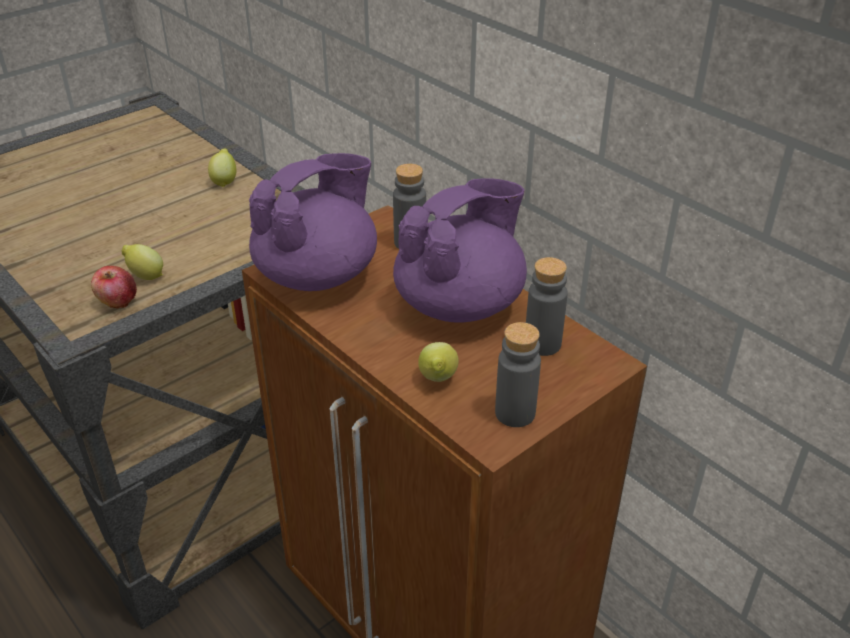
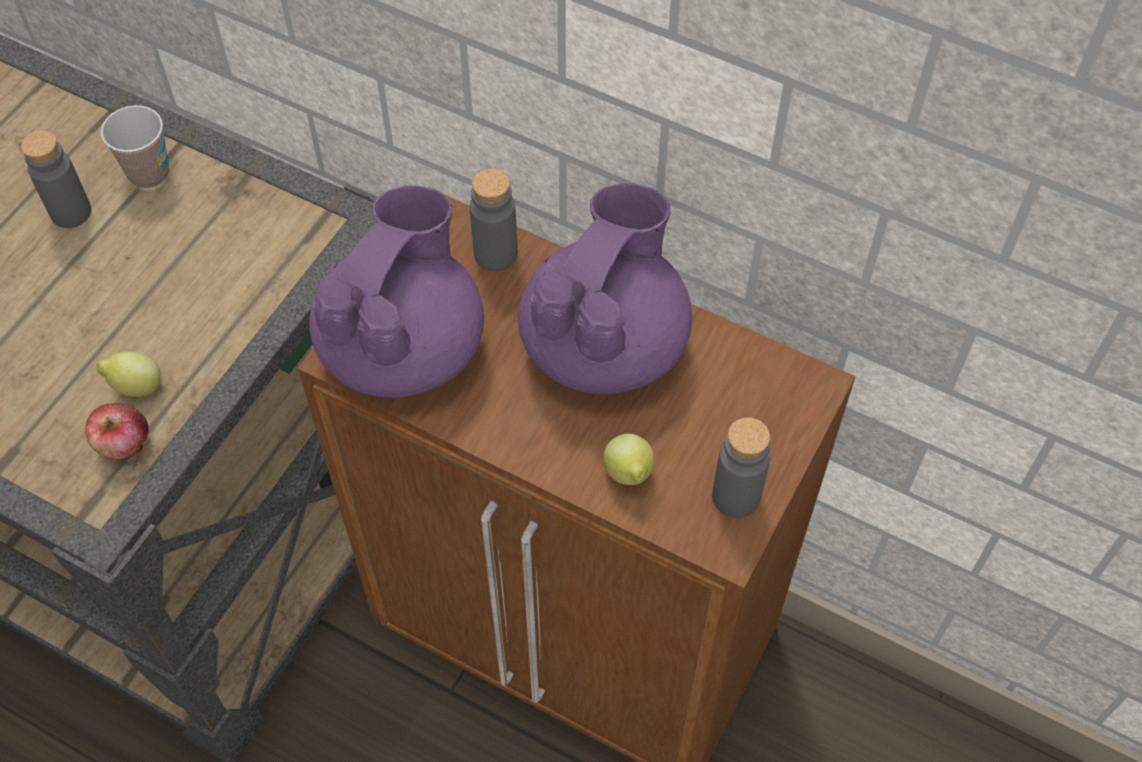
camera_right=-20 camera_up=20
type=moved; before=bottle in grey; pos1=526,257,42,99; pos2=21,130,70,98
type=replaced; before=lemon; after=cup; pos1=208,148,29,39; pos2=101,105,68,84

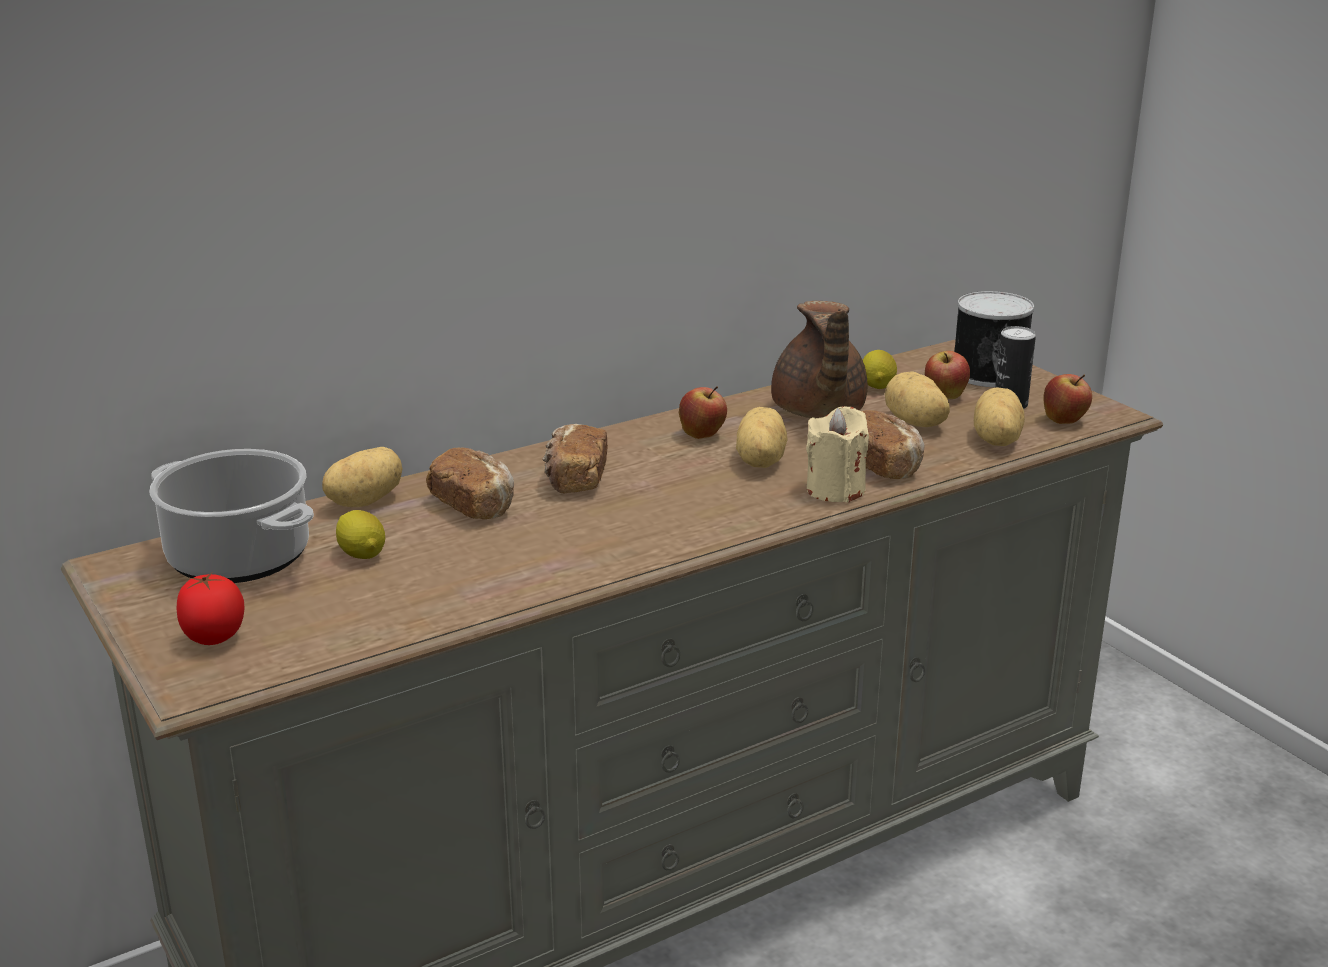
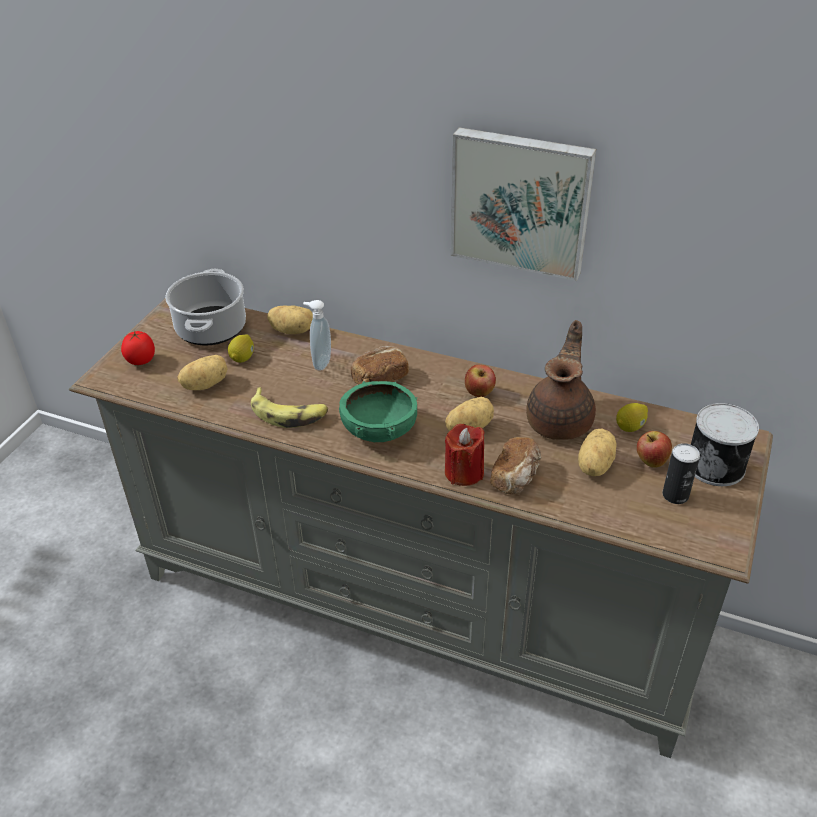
camera_right=55 camera_up=15
type=removed; before=apple; pos1=1043,374,49,50
type=added; after=banana; pos2=251,387,77,41
type=added; after=bowl in green; pos2=339,381,78,61
type=added; after=picture; pos2=451,127,145,154
type=moved; before=potato; pos1=974,387,51,59; pos2=177,355,51,35
type=replaced; before=bread; after=soap dispenser; pos1=426,447,88,72; pos2=303,300,28,71
type=recoloured; before=candle in beige; after=candle in red; pos1=806,406,63,97; pos2=445,424,40,62
type=turned; before=teapot in brown; pos1=771,301,97,118; pos2=526,320,70,120; turn=150

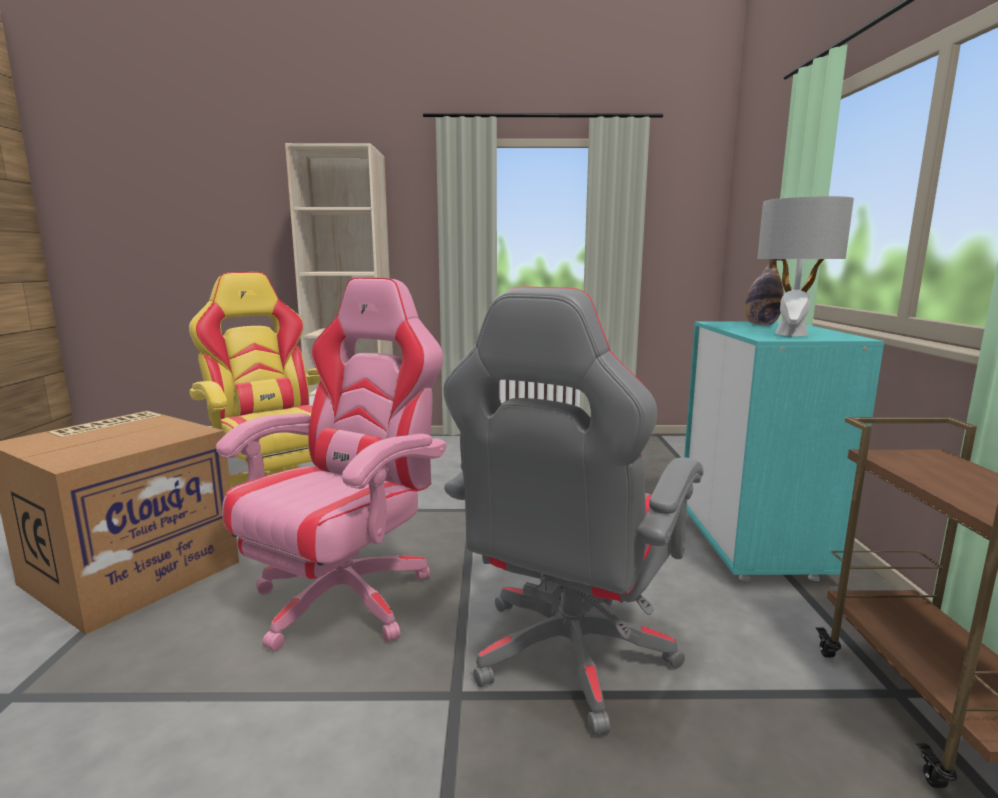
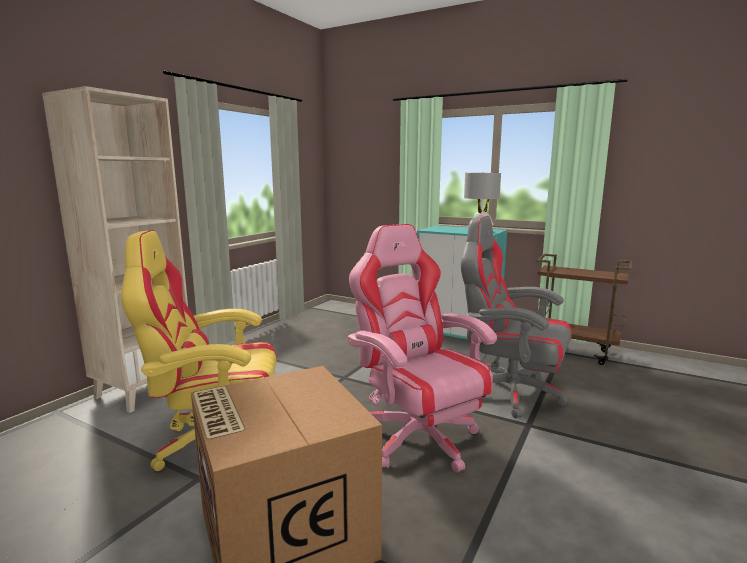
camera_right=-60 camera_up=0
type=removed; before=bottle; pos1=745,259,39,66
type=turned; before=office chair in grey; pos1=444,286,260,449; pos2=461,216,111,202; turn=150

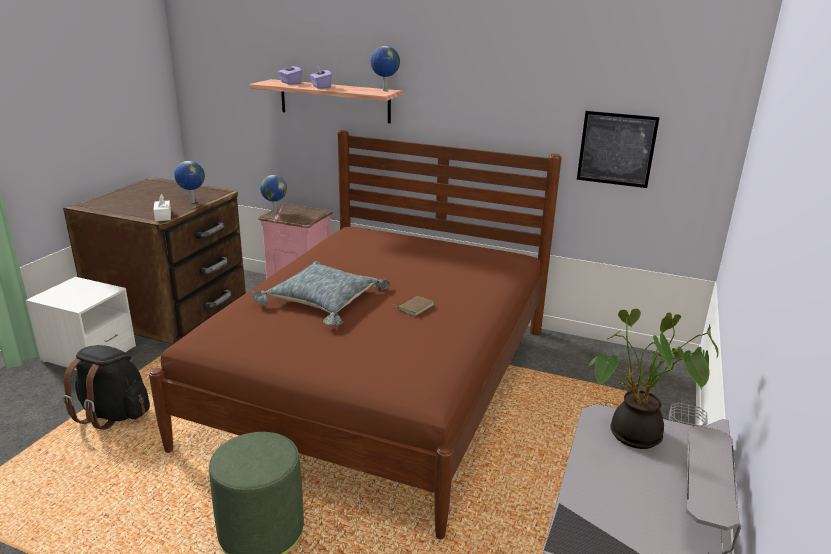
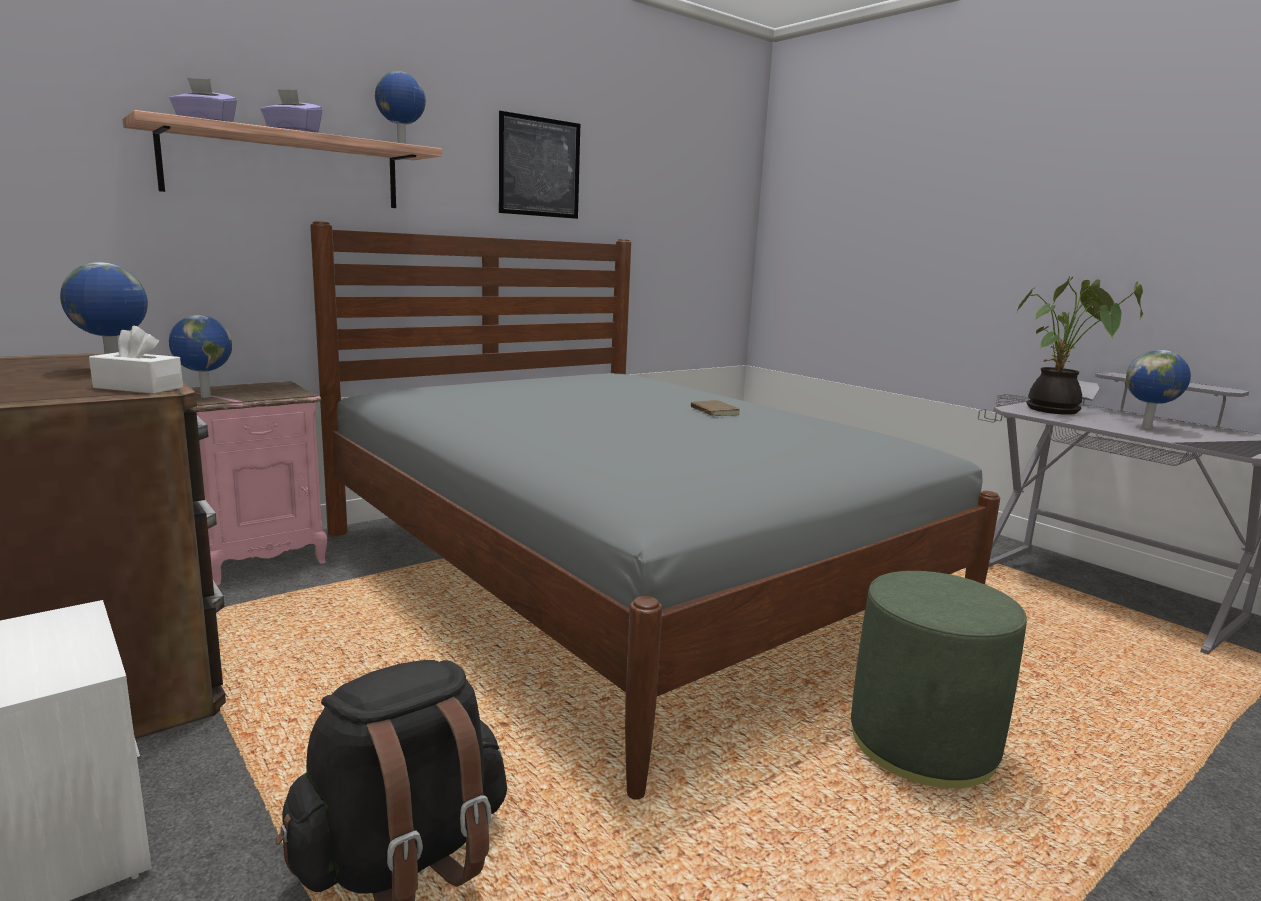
camera_right=-60 camera_up=-10
type=removed; before=pillow; pos1=252,261,137,65
type=added; after=globe; pos2=1126,350,65,79
type=moved; before=picture; pos1=577,111,83,77; pos2=499,111,81,108
type=recoloured; before=bed in brown; after=bed in grey; pos1=149,130,413,409; pos2=310,221,690,579

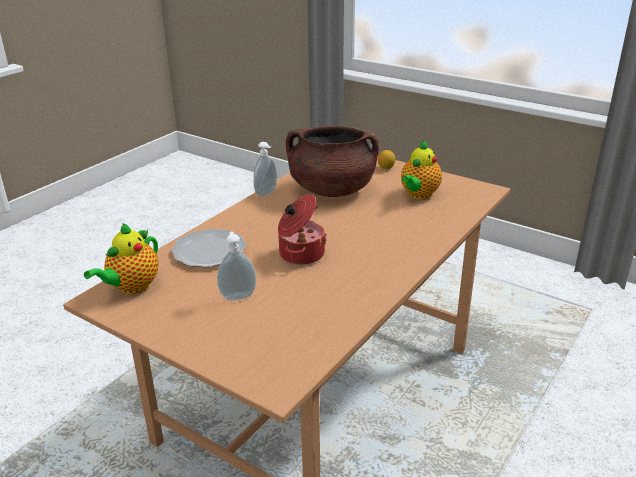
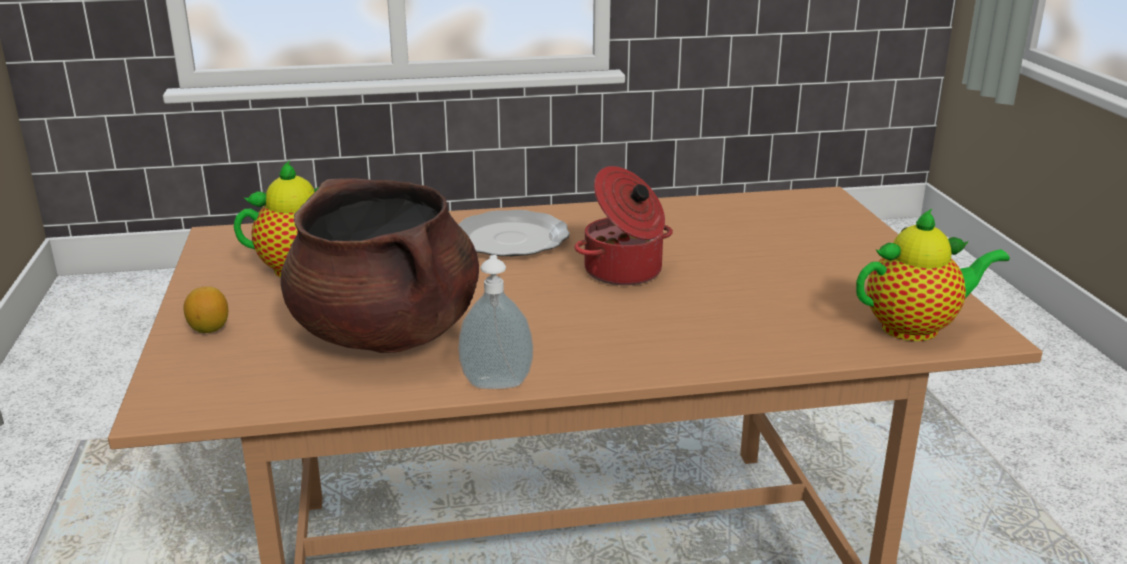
camera_right=-135 camera_up=-5
type=removed; before=soap dispenser; pos1=217,231,39,69
type=moved; before=plate; pos1=171,229,75,39; pos2=458,210,112,46

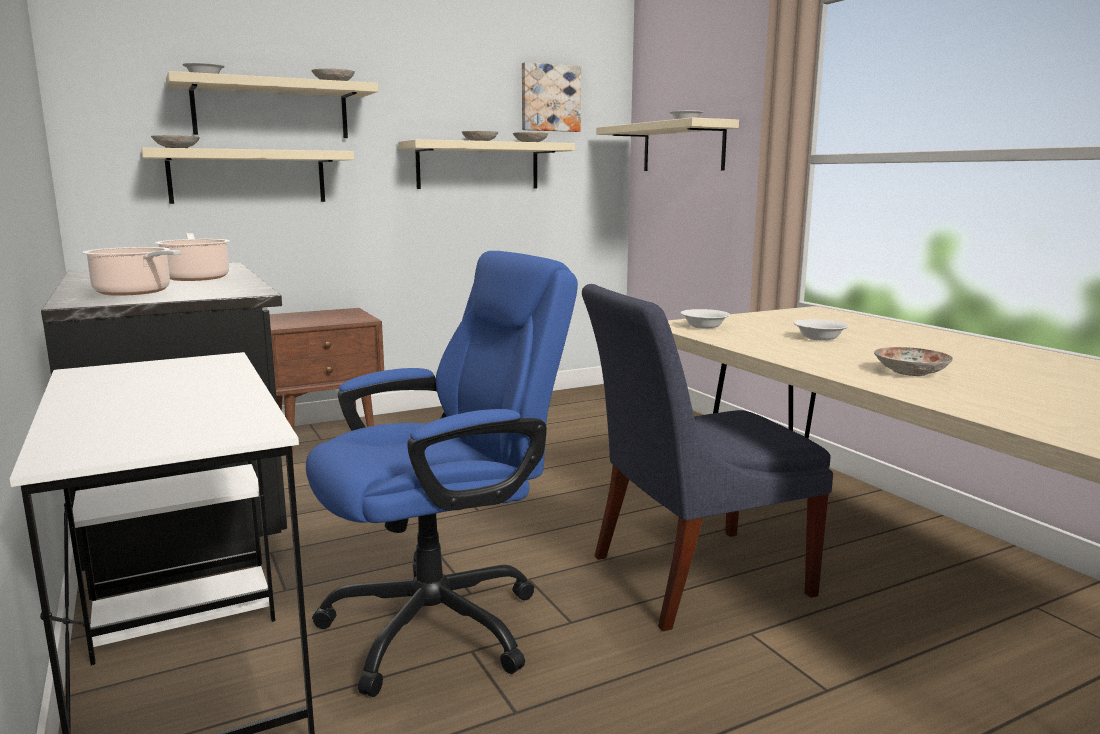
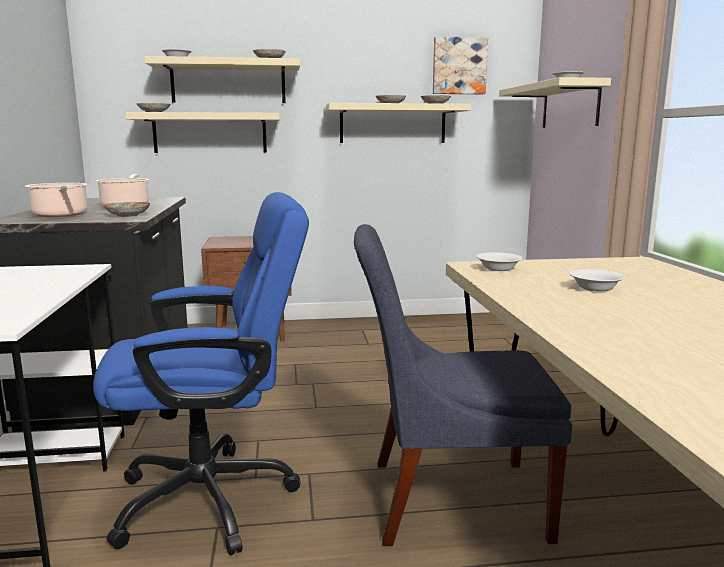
camera_right=20 camera_up=0
type=moved; before=plate; pos1=874,347,79,29; pos2=103,202,47,15

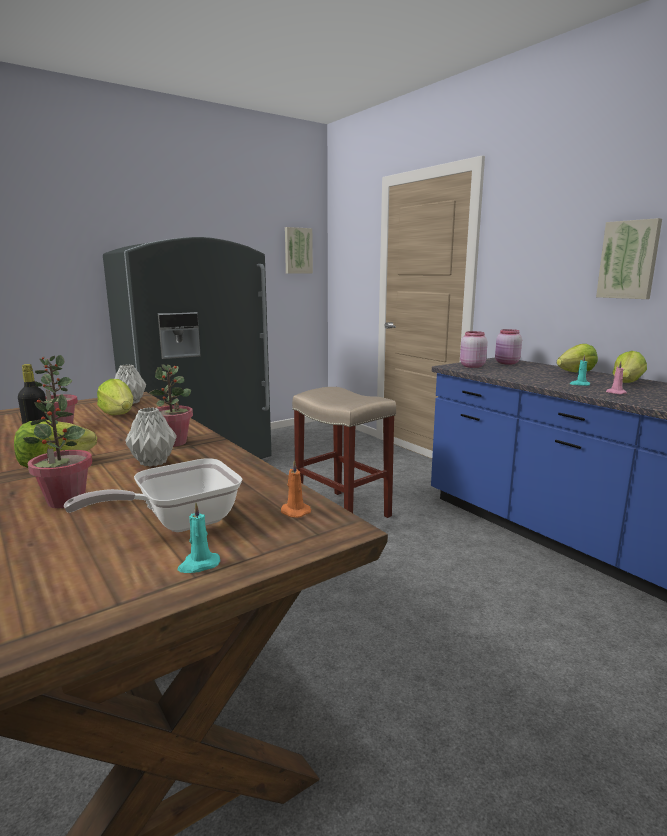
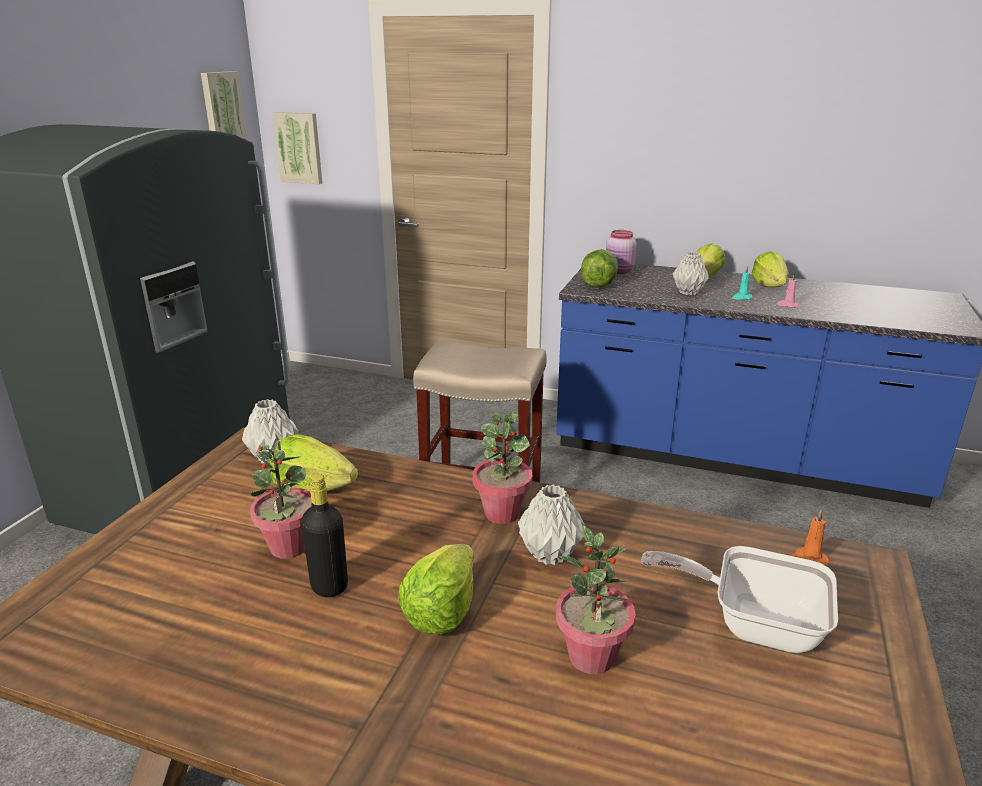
camera_right=-35 camera_up=10
type=removed; before=candle in turquoise; pos1=178,502,42,71
type=added; after=vase in grey; pos2=673,252,36,43
type=moved; before=picture; pos1=596,218,66,81; pos2=273,112,49,72
type=replaced; before=jar in pink; after=lettuce; pos1=460,331,28,37; pos2=581,249,37,38
type=turned; before=frying pan; pos1=64,458,178,74; pos2=641,546,197,107; turn=90

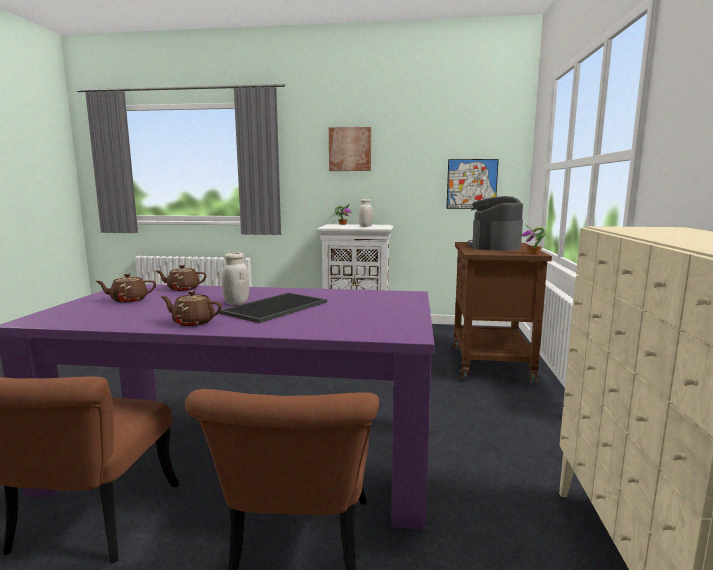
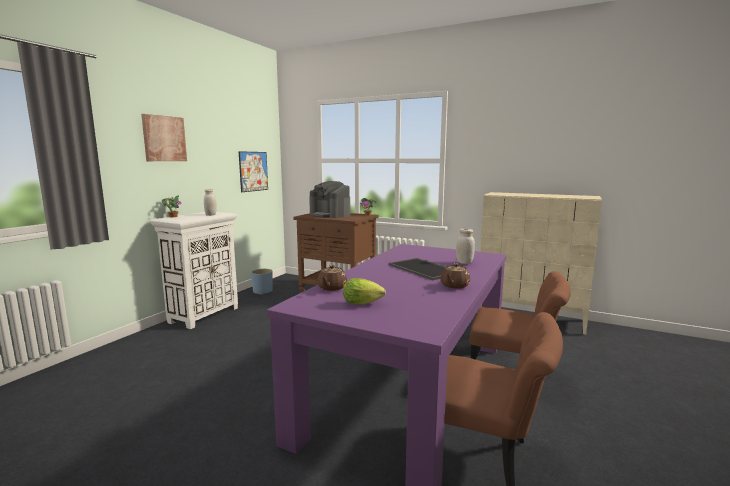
camera_right=-70 camera_up=0
type=added; after=planter in blue; pos2=251,269,22,26
type=moved; before=jar in white; pos1=222,253,27,52; pos2=456,228,19,36
type=replaced; before=teapot in brown; after=lettuce; pos1=96,274,60,29; pos2=343,278,43,27

